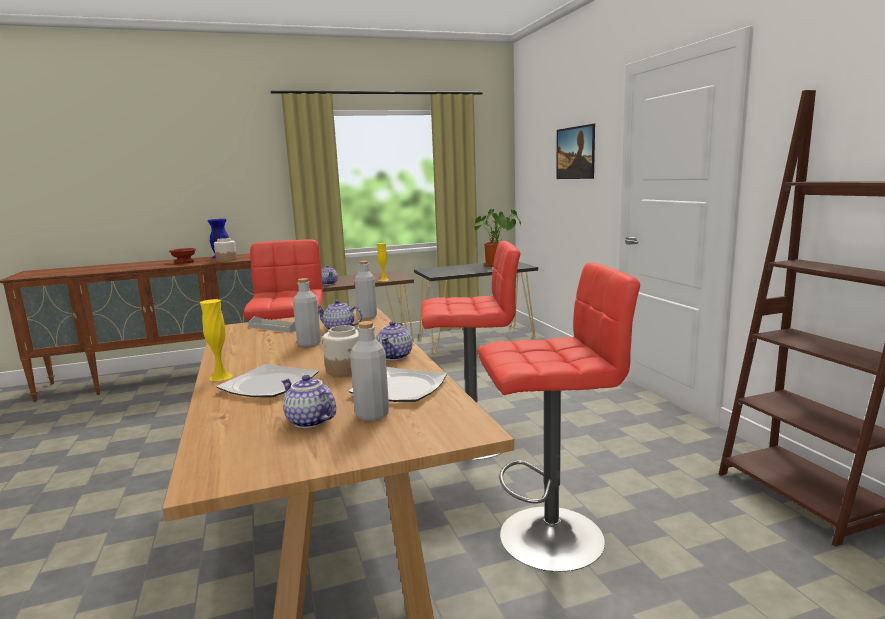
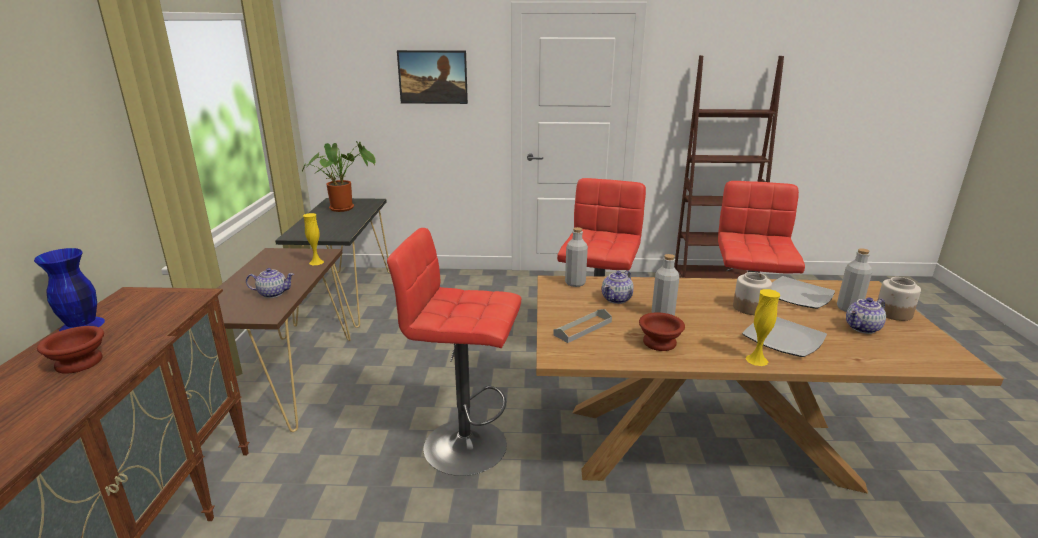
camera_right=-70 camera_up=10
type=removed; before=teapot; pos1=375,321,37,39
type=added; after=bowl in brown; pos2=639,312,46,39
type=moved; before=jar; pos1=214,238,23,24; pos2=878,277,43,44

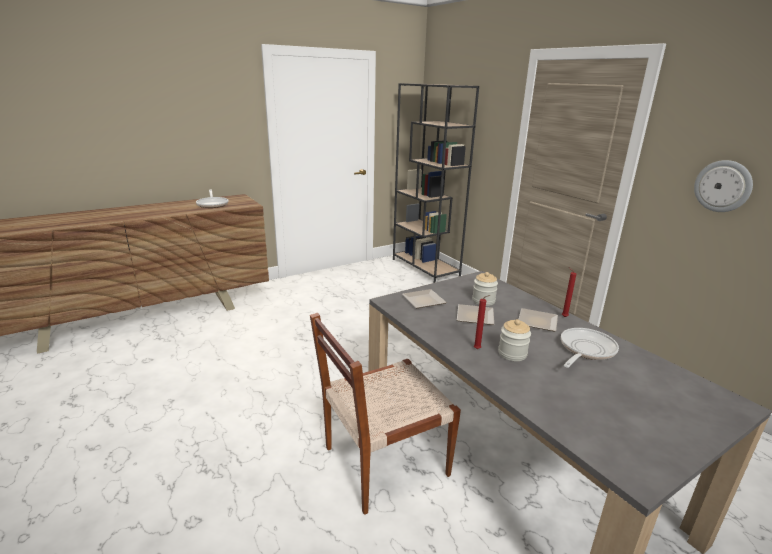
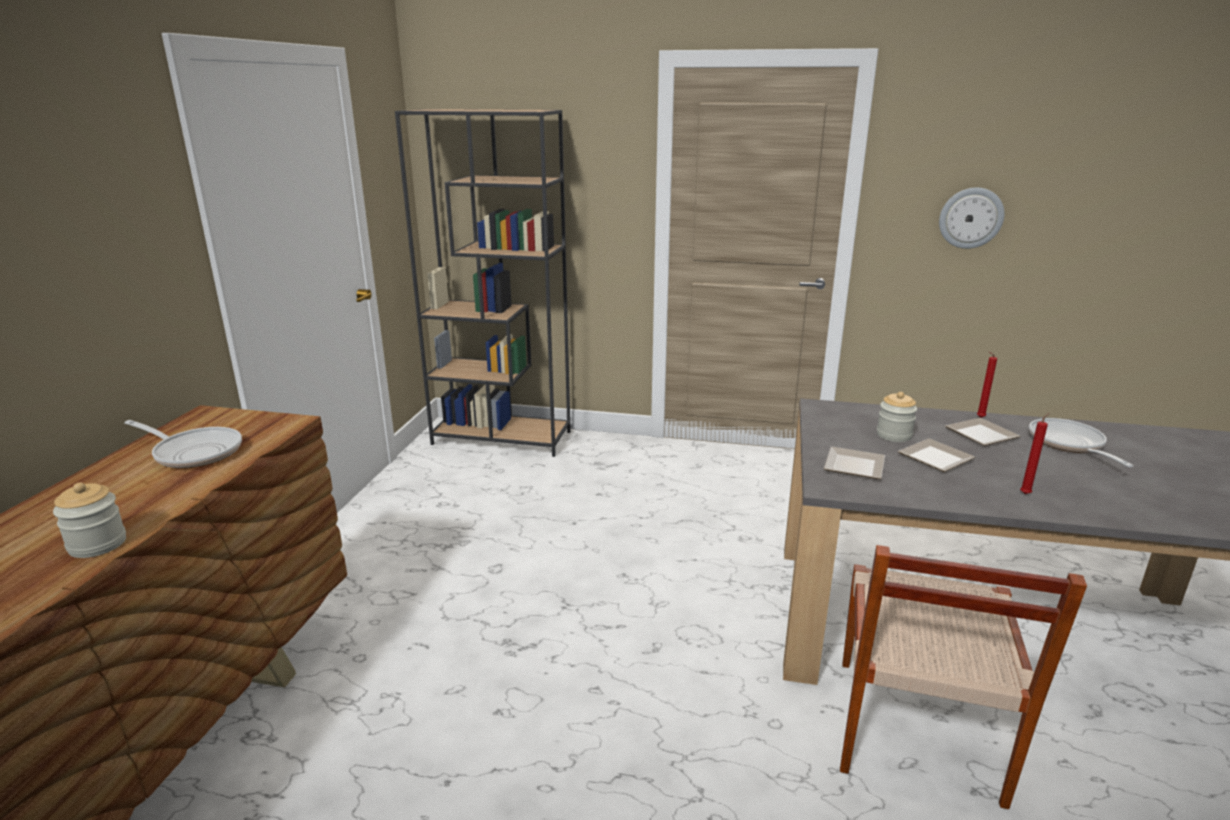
camera_right=-45 camera_up=0
type=moved; before=jar; pos1=498,319,33,42; pos2=53,482,73,76

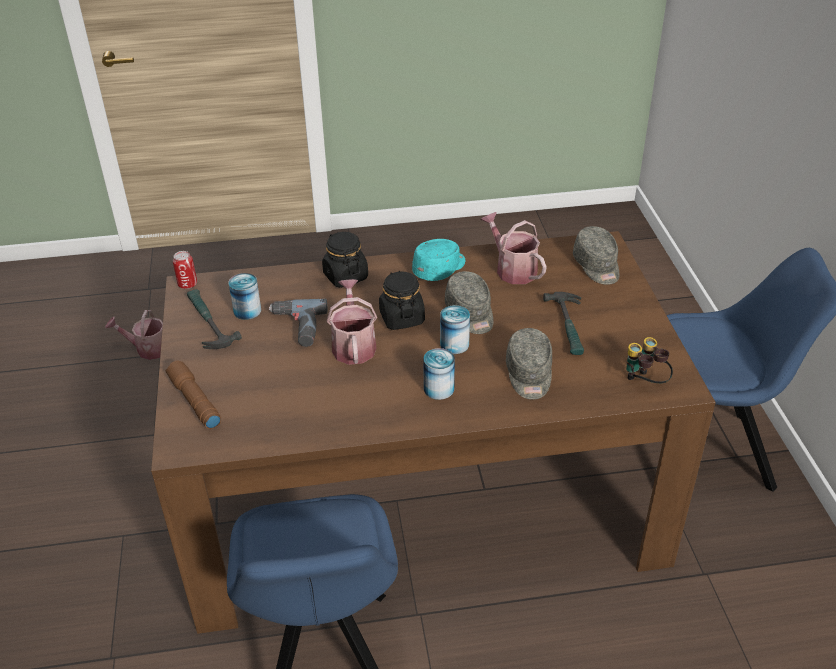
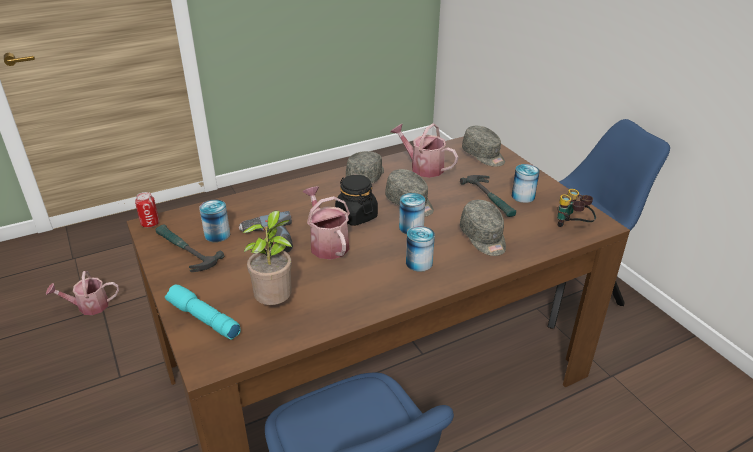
camera_right=-20 camera_up=-5
type=removed; before=jar in black; pos1=322,232,46,56
type=added; after=potted plant; pos2=242,210,50,95
type=added; after=can; pos2=512,164,28,39
type=recoloured; before=flashlight in brown; after=flashlight in turquoise; pos1=166,360,55,69; pos2=165,284,76,56
type=recoloured; before=cap in turquoise; after=cap in grey; pos1=412,239,53,42; pos2=346,151,38,33

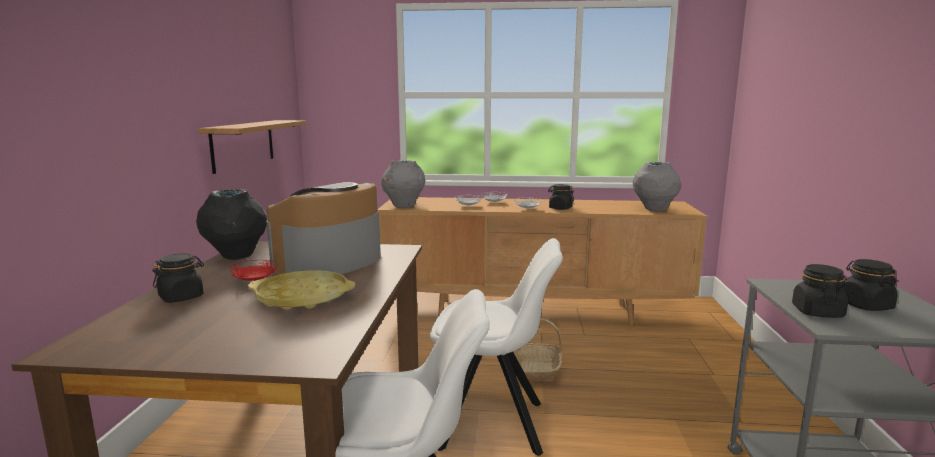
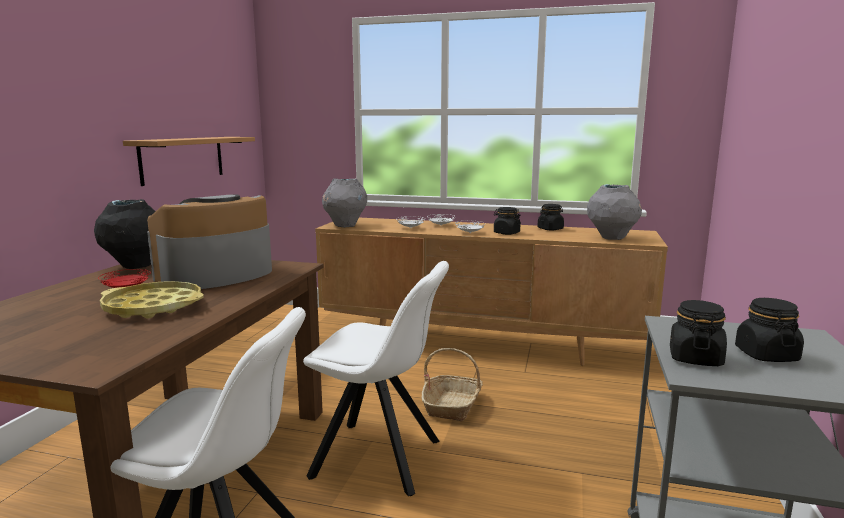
camera_right=10 camera_up=0
type=moved; before=jar in black; pos1=152,254,52,49; pos2=538,204,26,26

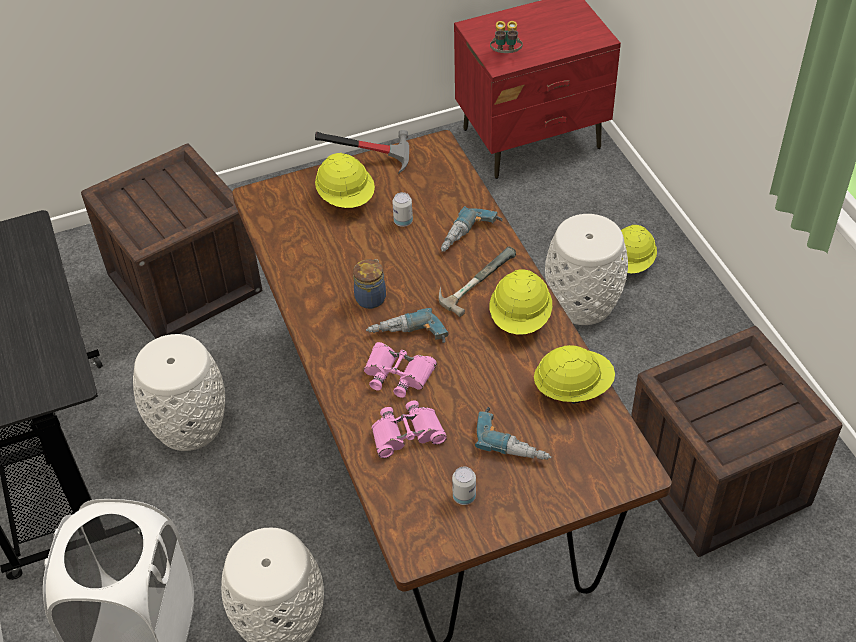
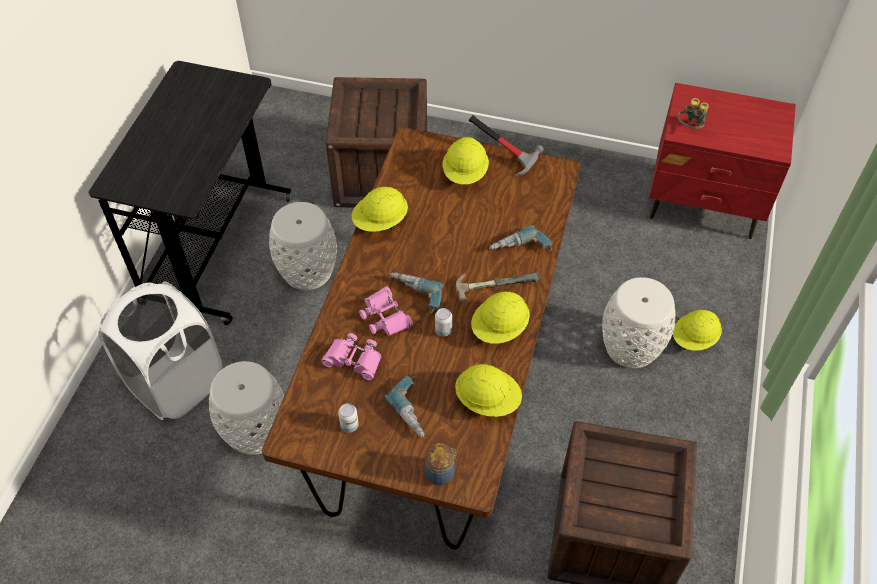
camera_right=35 camera_up=5
type=added; after=hard hat in yellow; pos2=352,187,56,45
type=moved; before=jar; pos1=353,259,33,50; pos2=425,443,32,42
type=moved; before=can; pos1=392,192,21,35; pos2=435,308,17,28

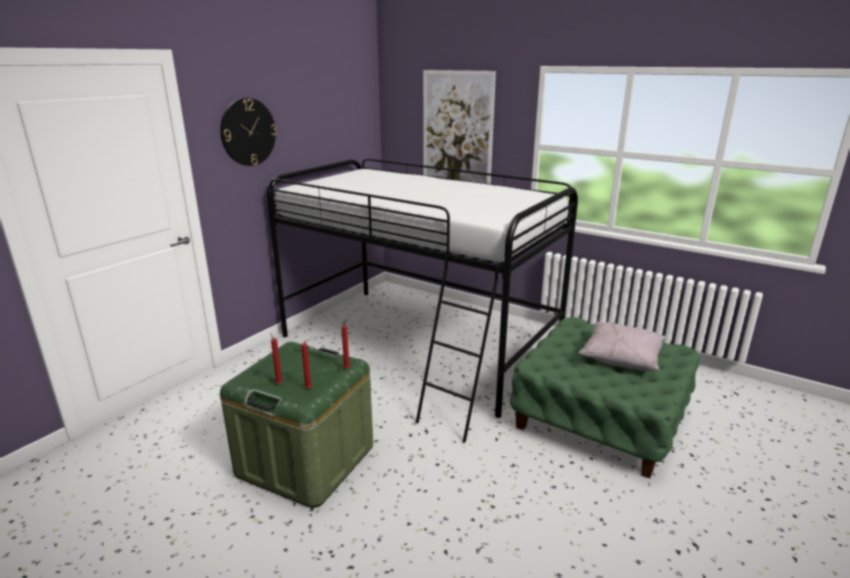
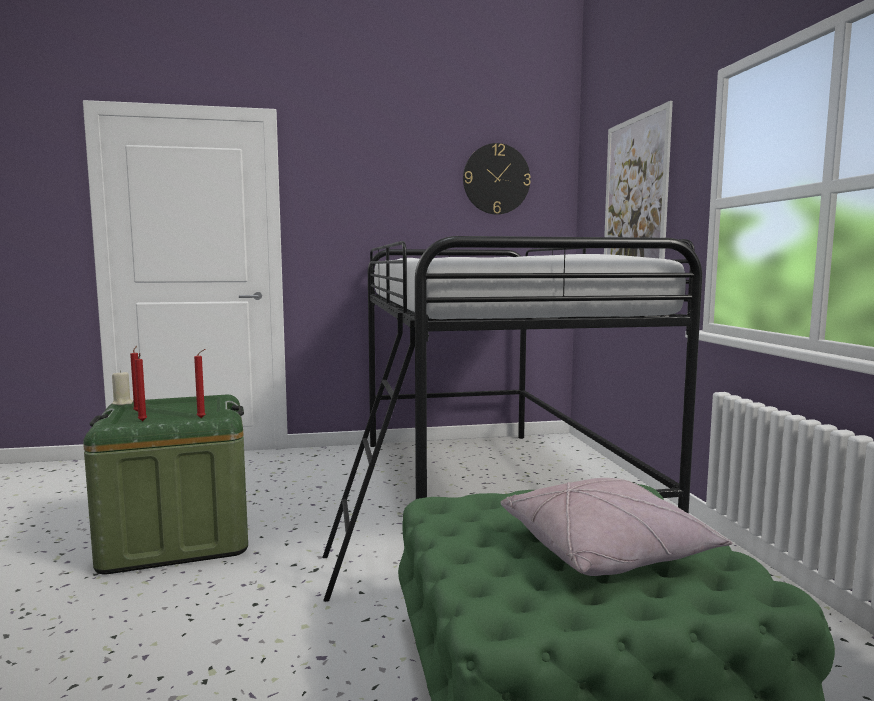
camera_right=45 camera_up=-15
type=added; after=candle in beige; pos2=112,370,21,35
type=moved; before=wall clock; pos1=220,98,57,68; pos2=463,143,68,72

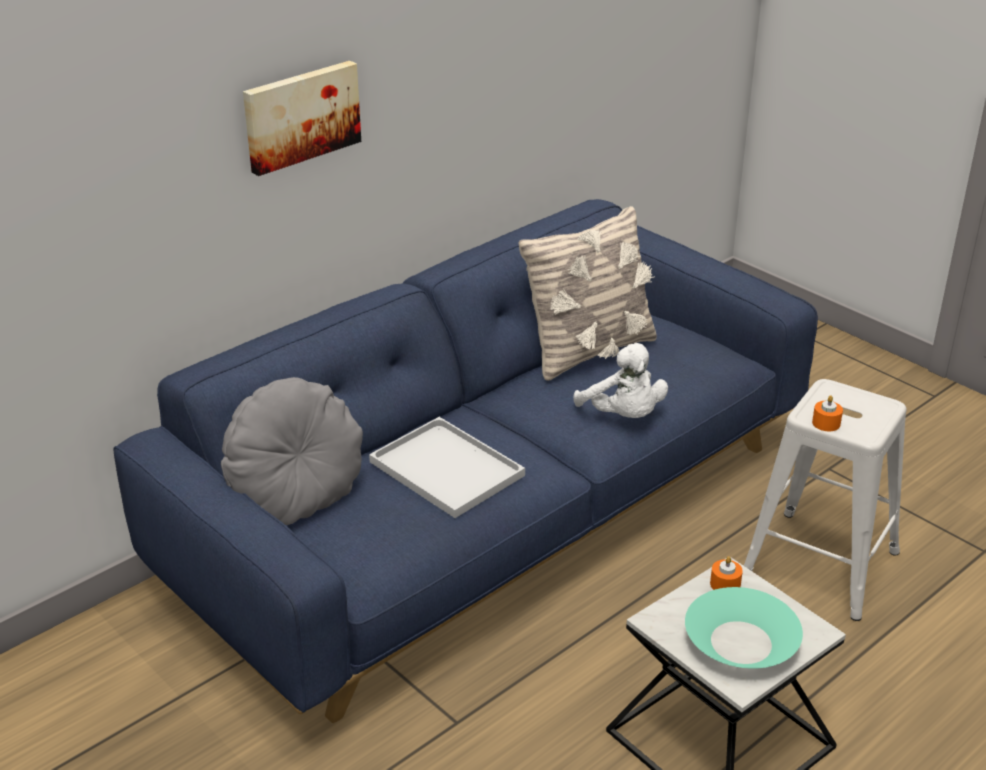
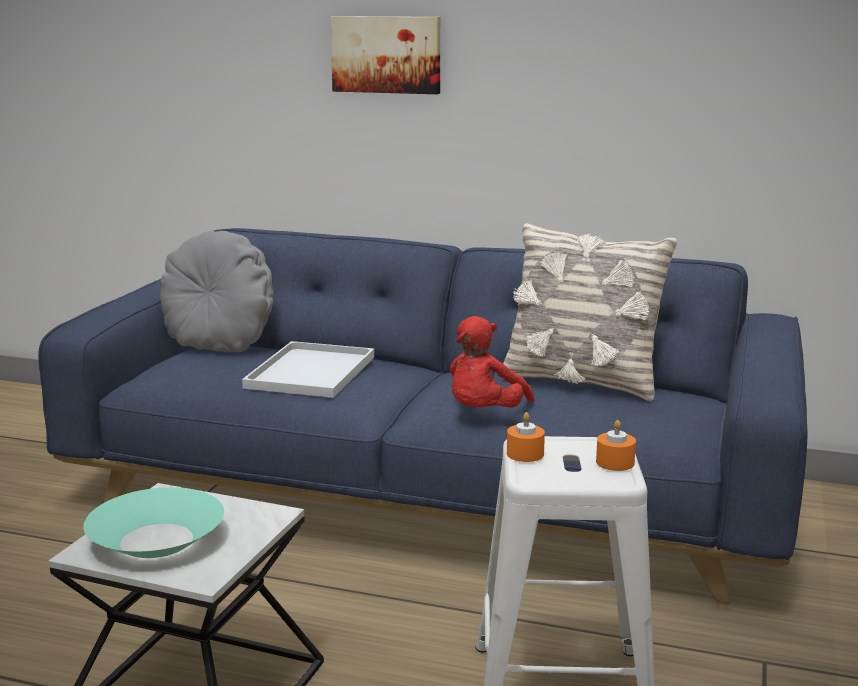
camera_right=60 camera_up=-15
type=moved; before=candle in orange; pos1=710,556,33,34; pos2=596,420,40,51
type=recoloured; before=plush toy in white; after=plush toy in red; pos1=573,343,95,75; pos2=450,316,85,92

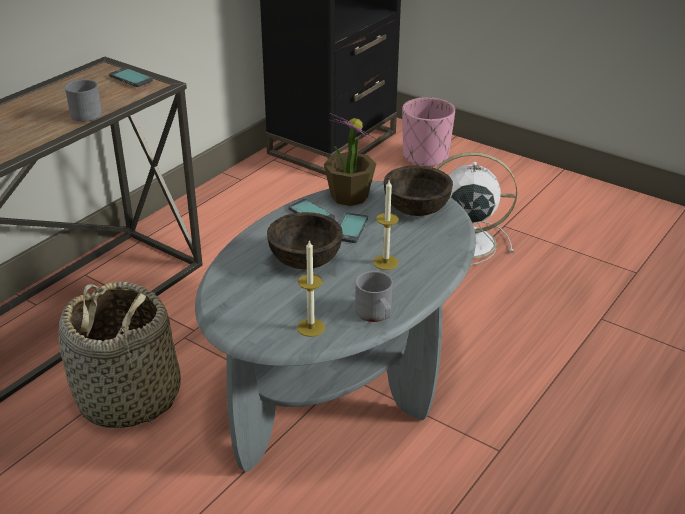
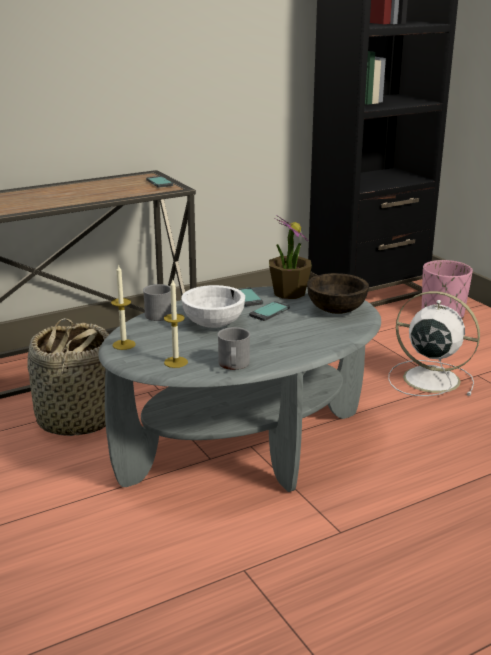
camera_right=25 camera_up=-10
type=moved; before=mug in grey; pos1=64,79,38,43; pos2=143,284,28,37
type=moved; before=candle; pos1=373,180,26,90; pos2=111,264,25,86
type=recoloured; before=bowl in brown; after=bowl in white; pos1=267,212,76,57; pos2=181,285,64,43

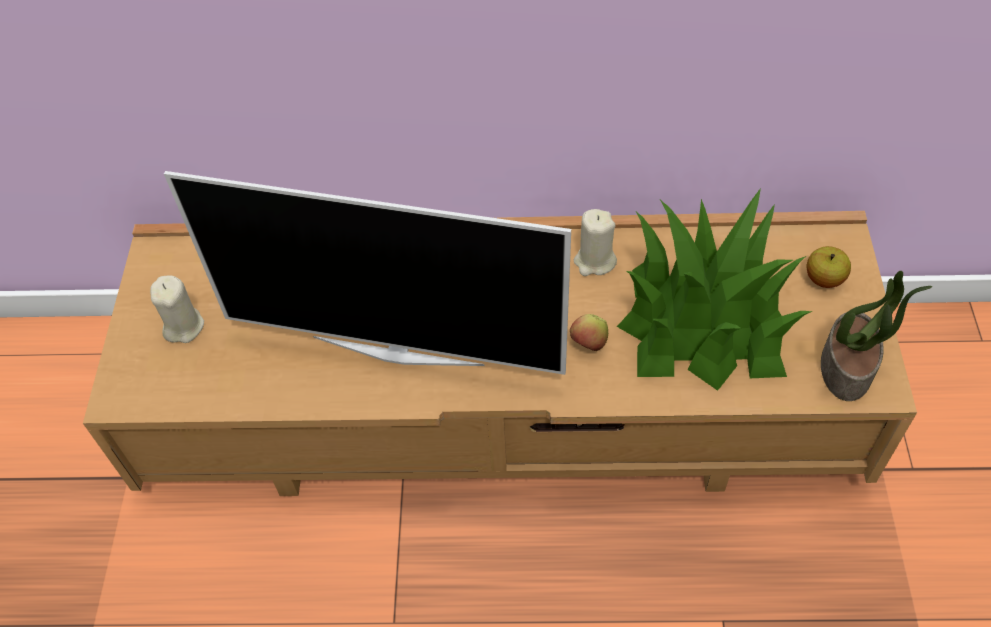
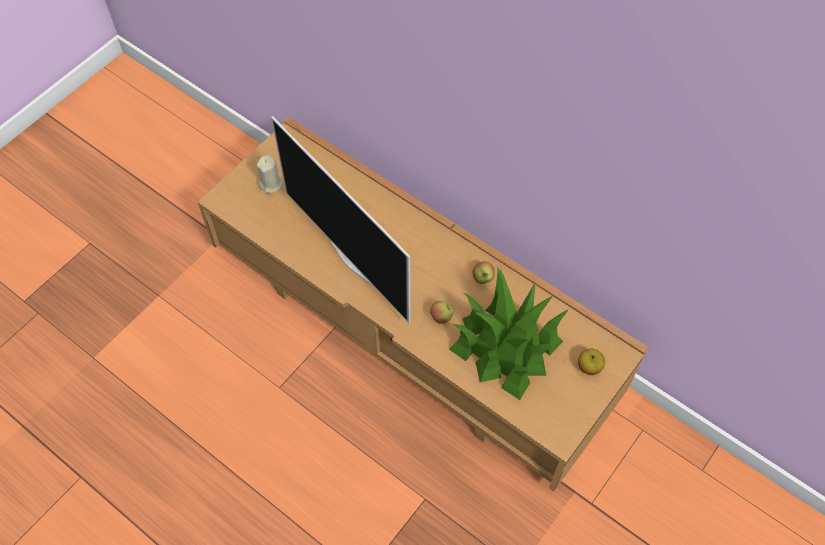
camera_right=35 camera_up=5
type=removed; before=potted plant; pos1=821,271,111,130
type=replaced; before=candle in beige; after=apple; pos1=574,209,43,67; pos2=473,262,22,22

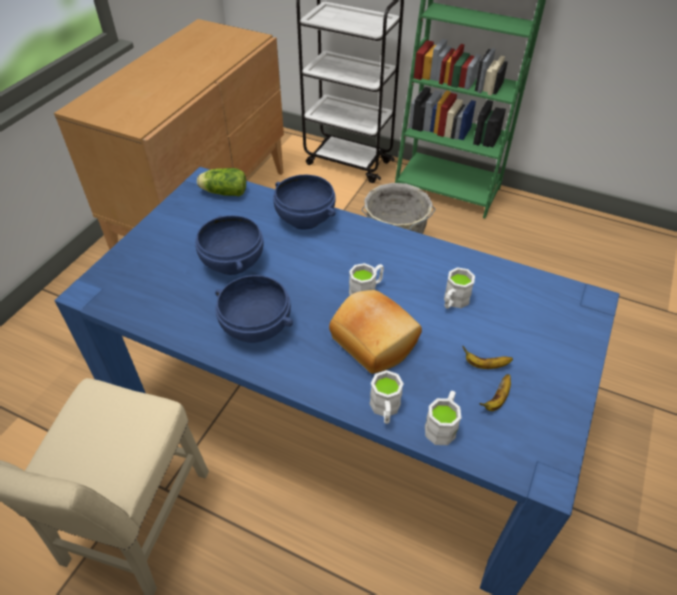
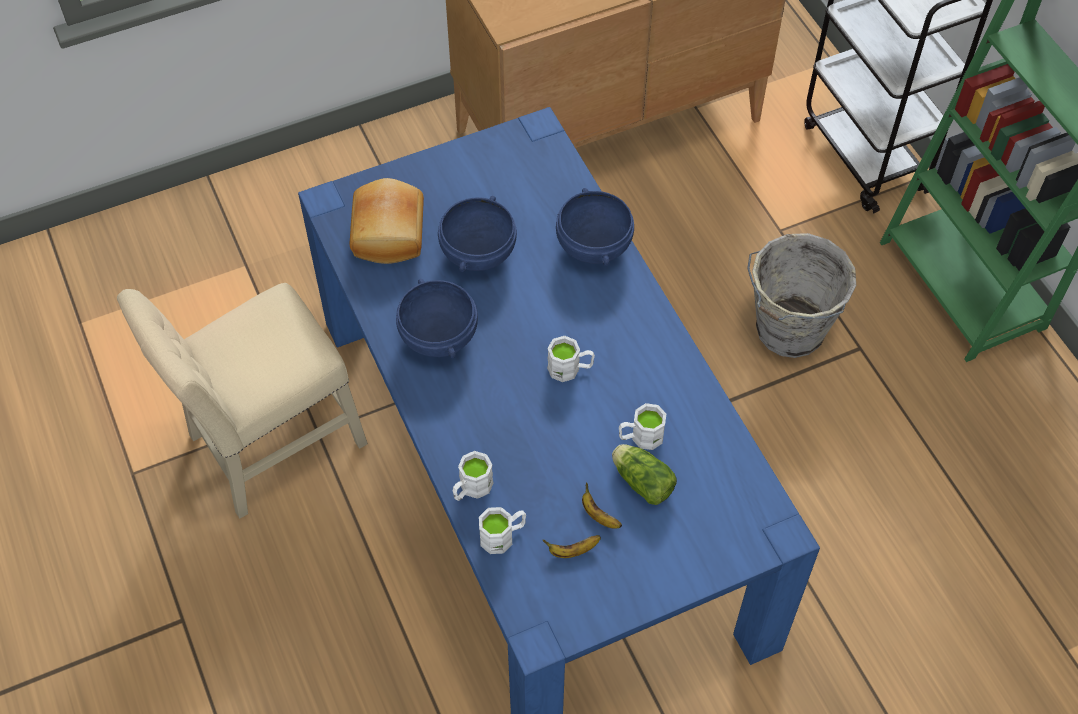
camera_right=40 camera_up=10
type=moved; before=lettuce; pos1=197,168,49,28; pos2=612,444,65,61
type=moved; before=bread; pos1=329,290,93,84; pos2=349,178,75,86

